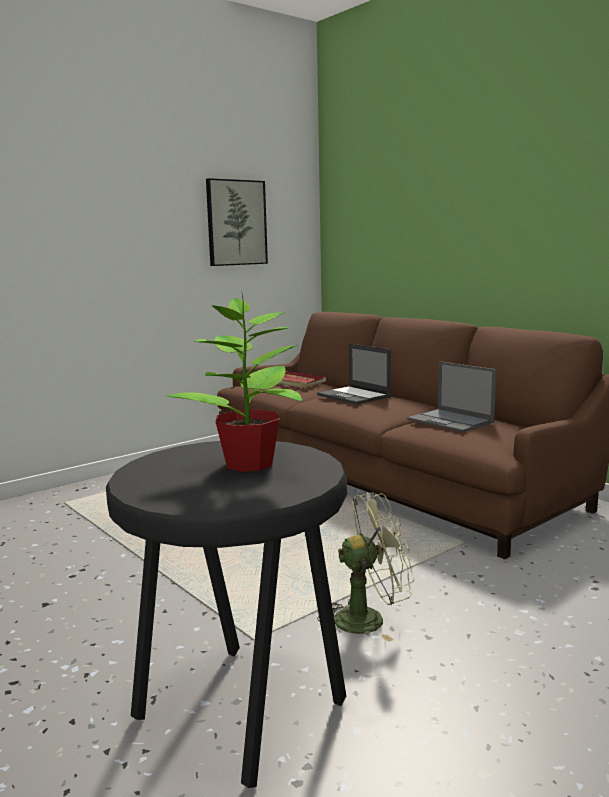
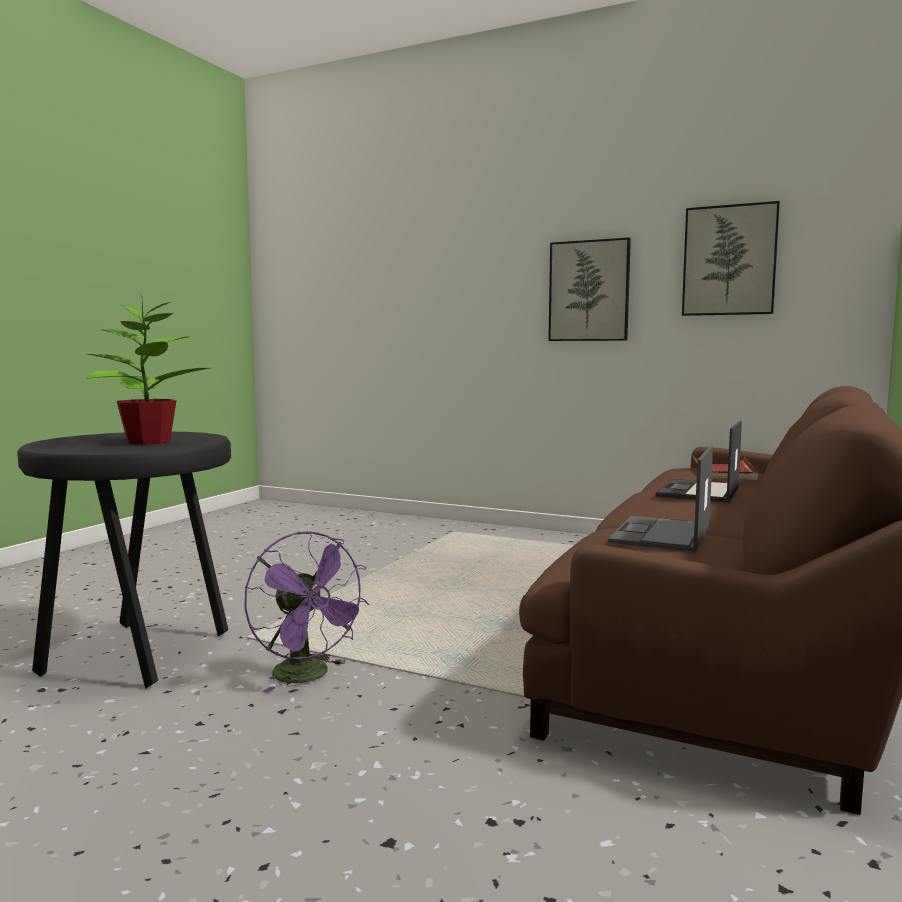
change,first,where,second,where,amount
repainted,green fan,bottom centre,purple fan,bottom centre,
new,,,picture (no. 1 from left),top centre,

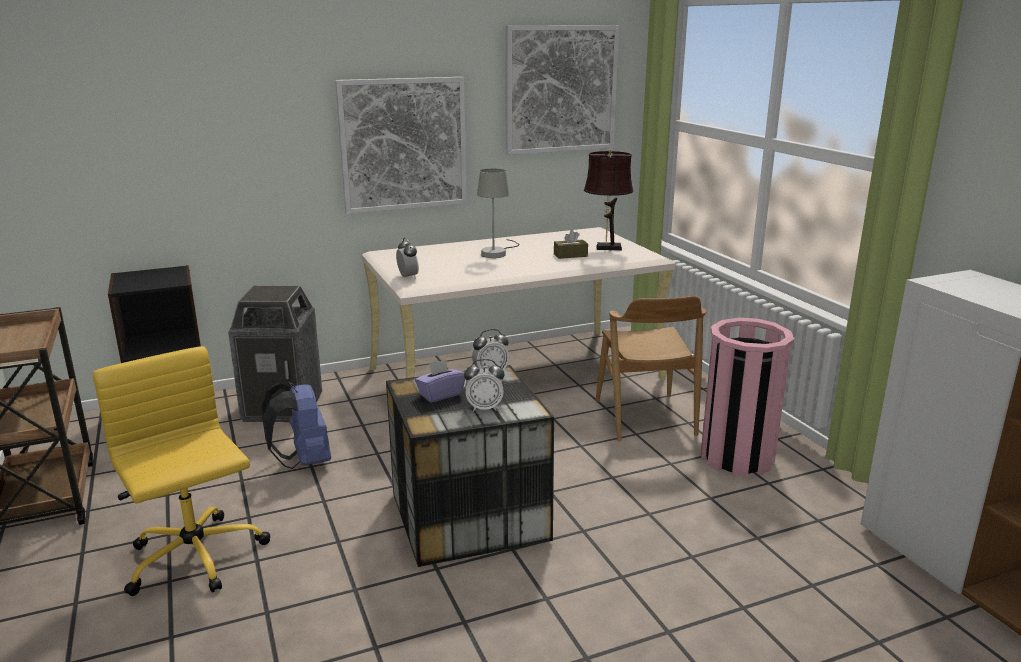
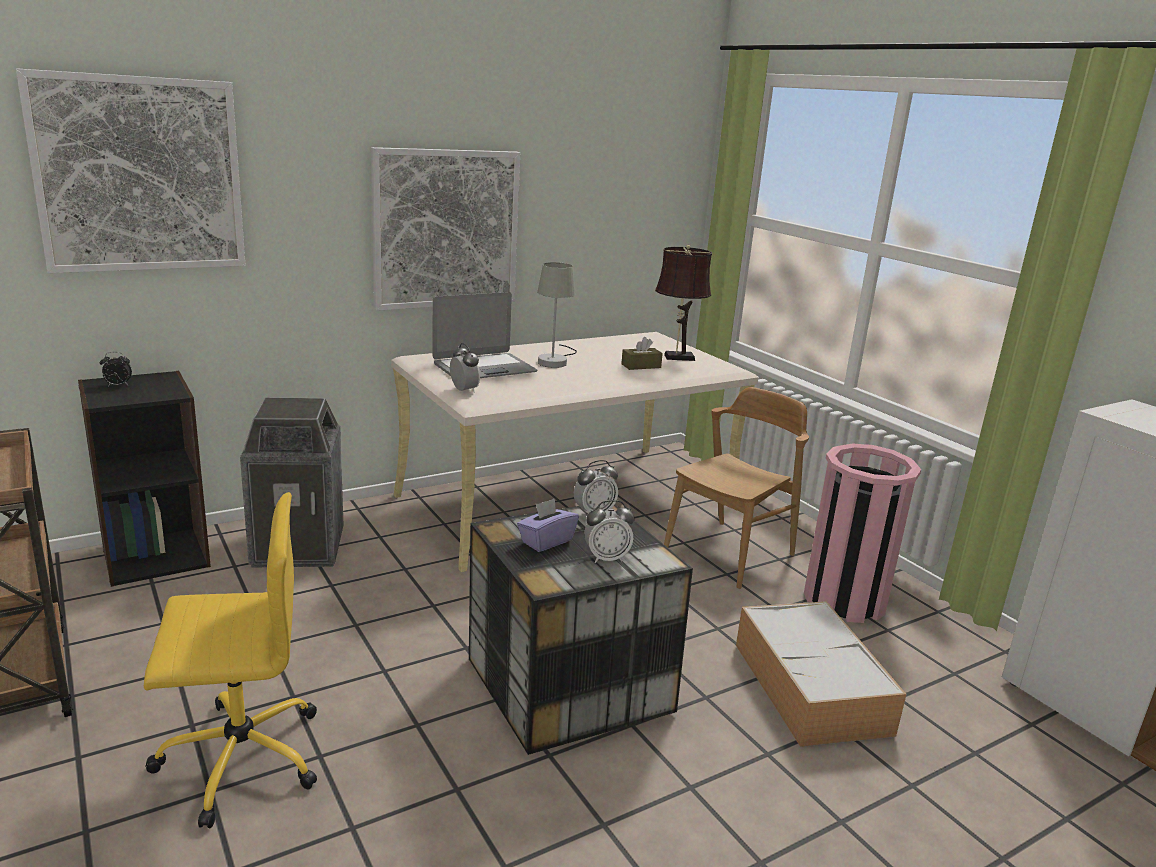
change,first,where,second,where,amount
shifted,picture (no. 2 from left in the first image),top centre,picture (no. 1 from left),top left,
rotated,brown chair,centre,,centre,120 degrees counterclockwise
rotated,yellow office chair,bottom left,,bottom left,120 degrees clockwise
gone,blue backpack,middle left,,,
new,,,laptop,centre,
new,,,alarm clock (no. 1 from left),middle left,
new,,,storage box (no. 2 from left),bottom right,

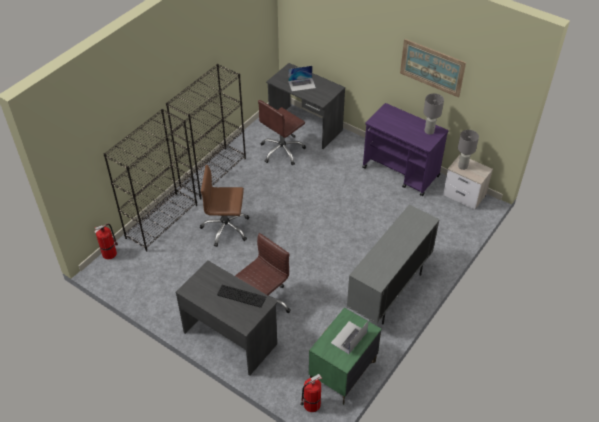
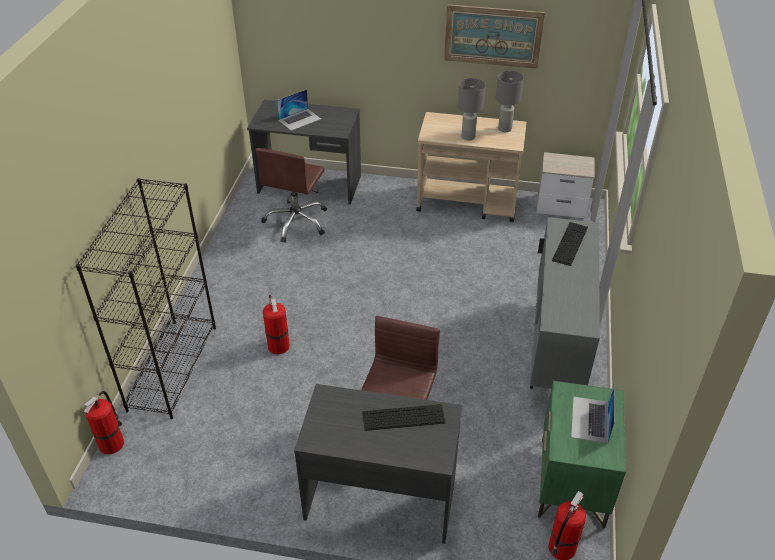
change,first,where,second,where,amount
gone,black bookcase (no. 2 from left),top centre,,,
repainted,purple cart,middle right,beige cart,top centre,
shifted,grey table lamp (no. 2 from left in the first image),middle right,grey table lamp (no. 1 from left),top centre,
swapped,brown office chair (no. 1 from left),centre,fire extinguisher (no. 2 from left),centre,
new,,,keyboard (no. 2 from left),middle right,

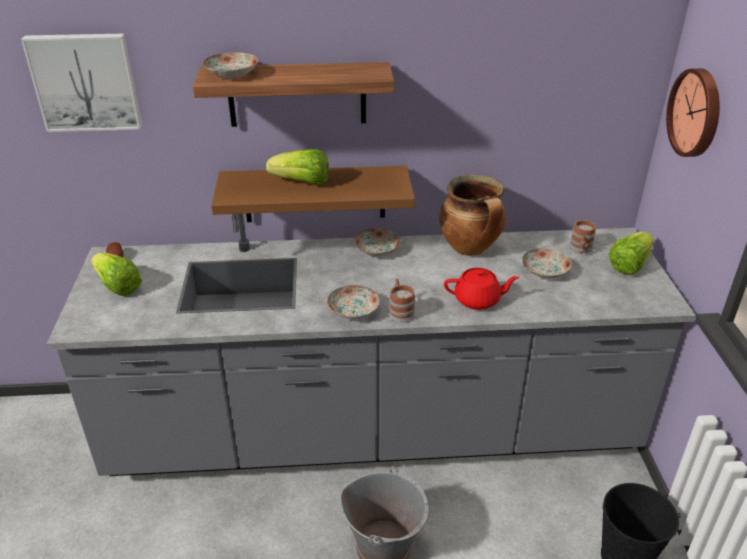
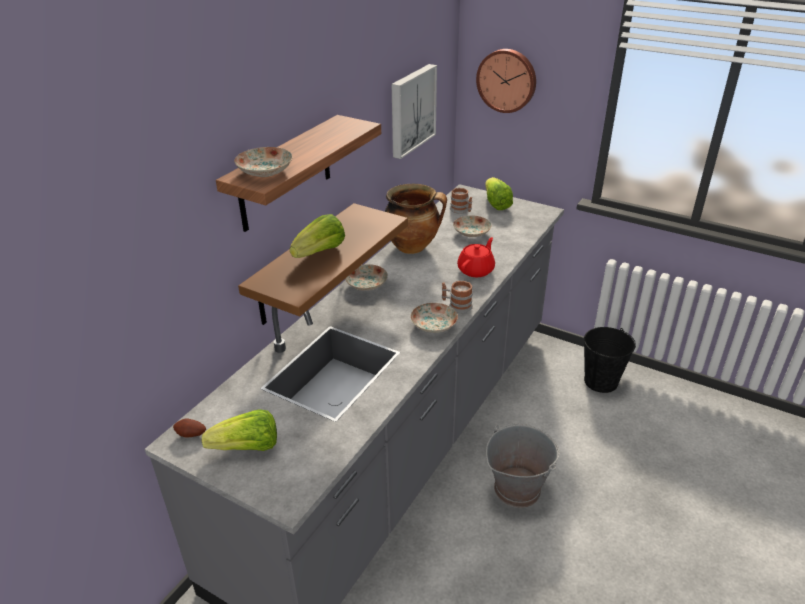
change,first,where,second,where,amount
shifted,picture,top left,,top centre,

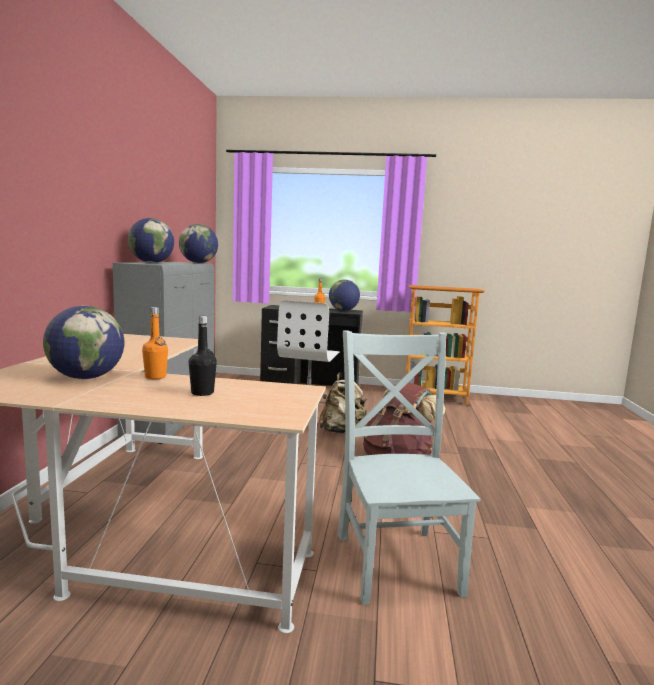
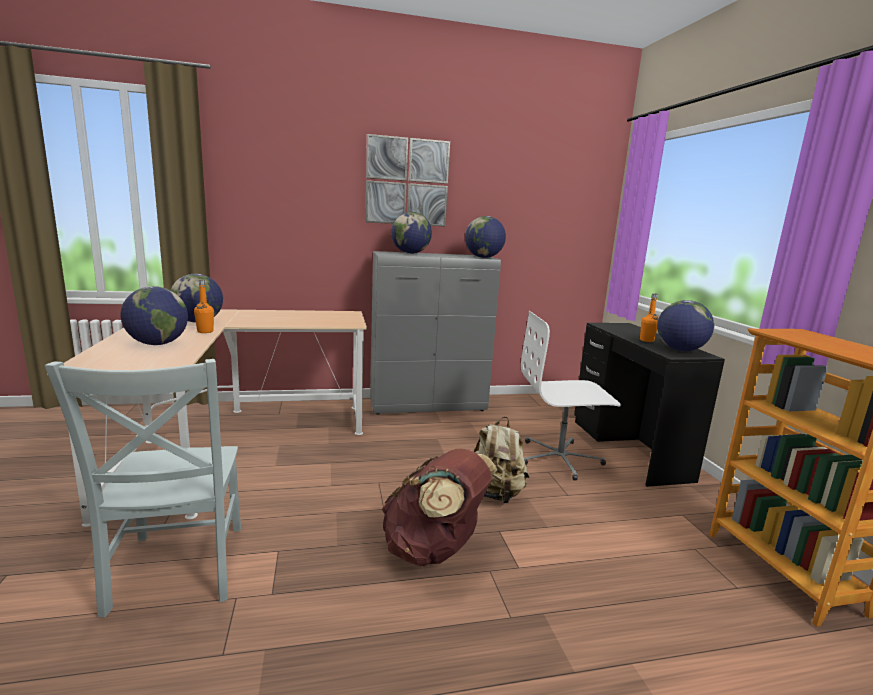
change,first,where,second,where,amount
swapped,black bottle,middle left,globe (no. 1 from left),middle left,
rotated,grey chair,bottom centre,,bottom left,105 degrees clockwise
new,,,picture,top centre,

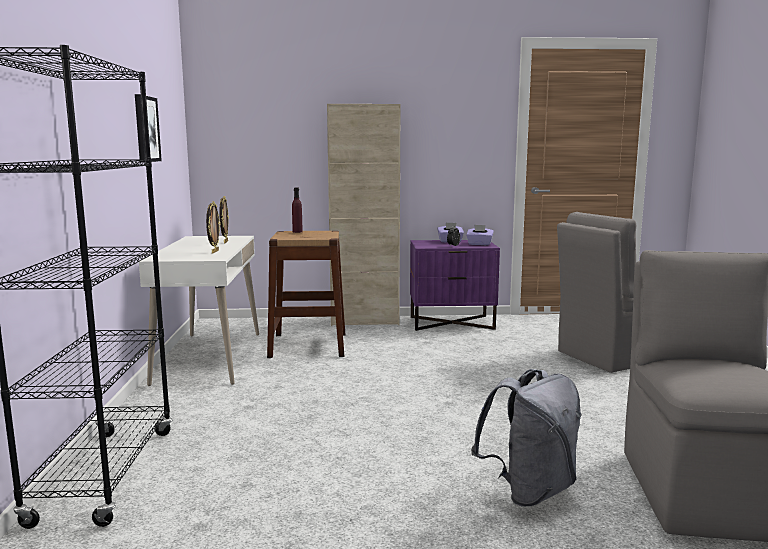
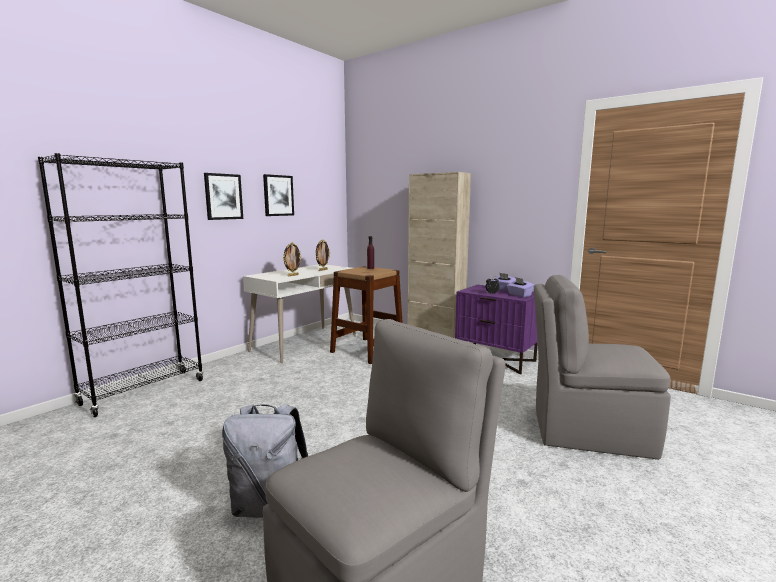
change,first,where,second,where,amount
new,,,picture (no. 1 from left),middle left,

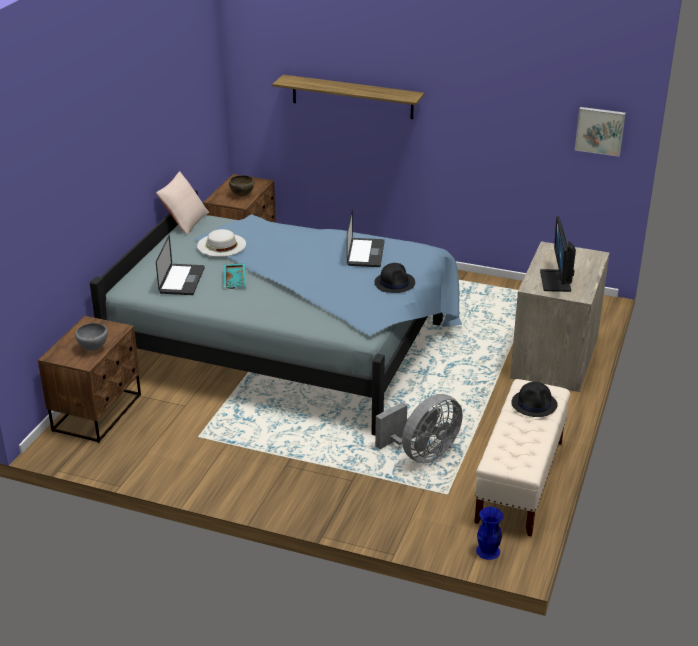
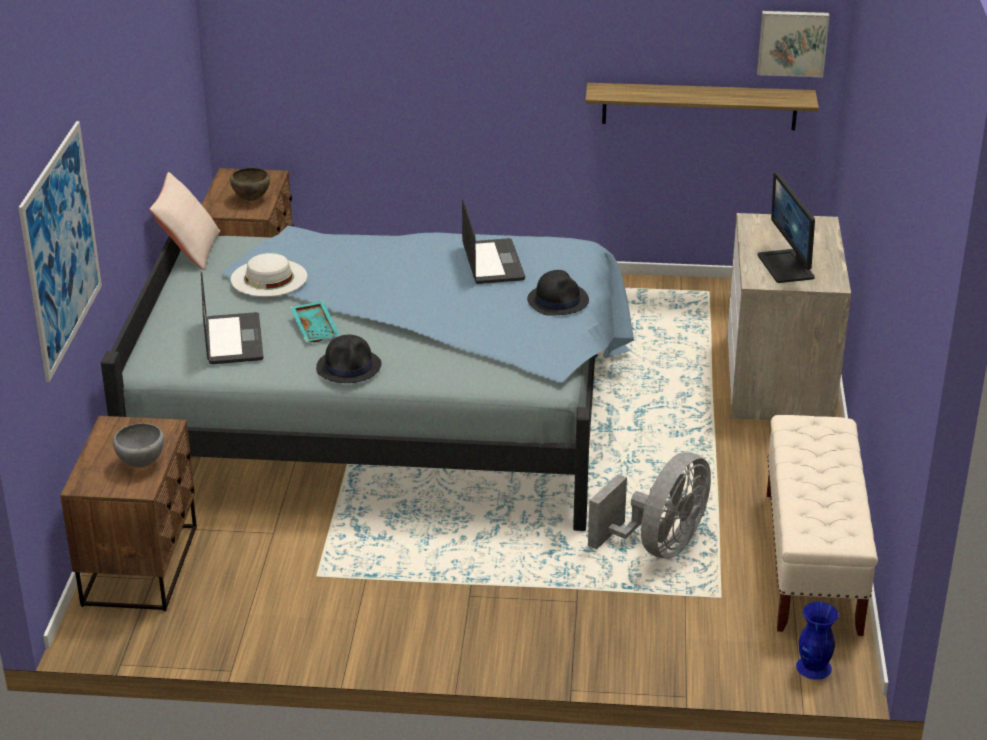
change,first,where,second,where,amount
shifted,shelf,top centre,,top right,
shifted,black hat (no. 2 from left in the first image),middle right,black hat (no. 1 from left),centre,
new,,,picture (no. 1 from left),middle left,

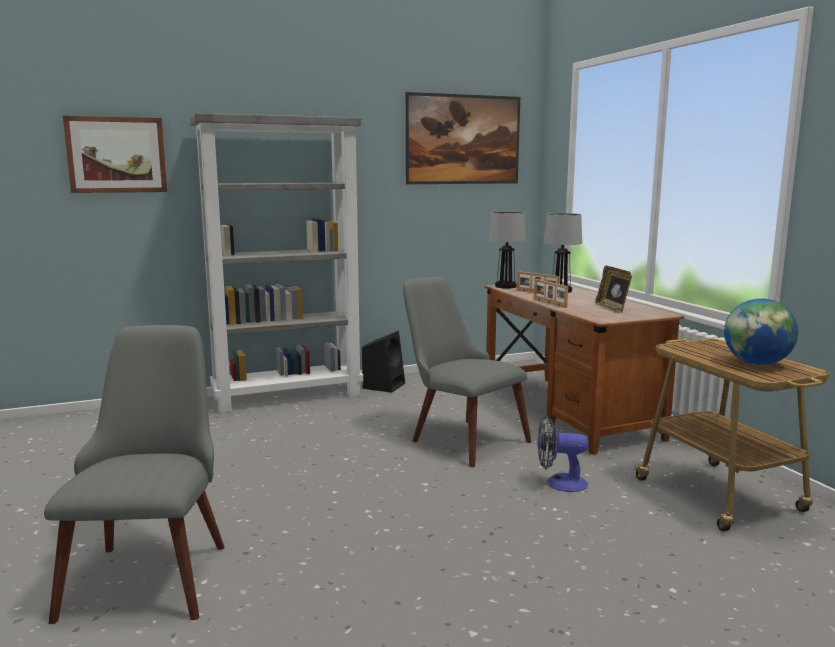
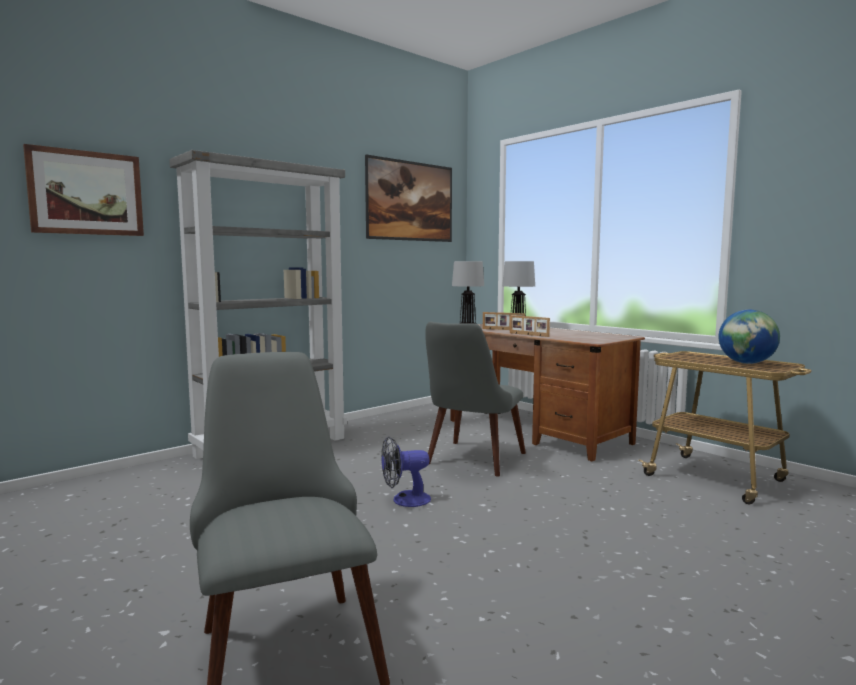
change,first,where,second,where,amount
gone,picture frame (no. 3 from left),middle right,,,
rotated,grey chair (no. 2 from left),centre,,centre,90 degrees counterclockwise
gone,black speaker,centre,,,
shifted,fan,bottom right,,bottom centre,

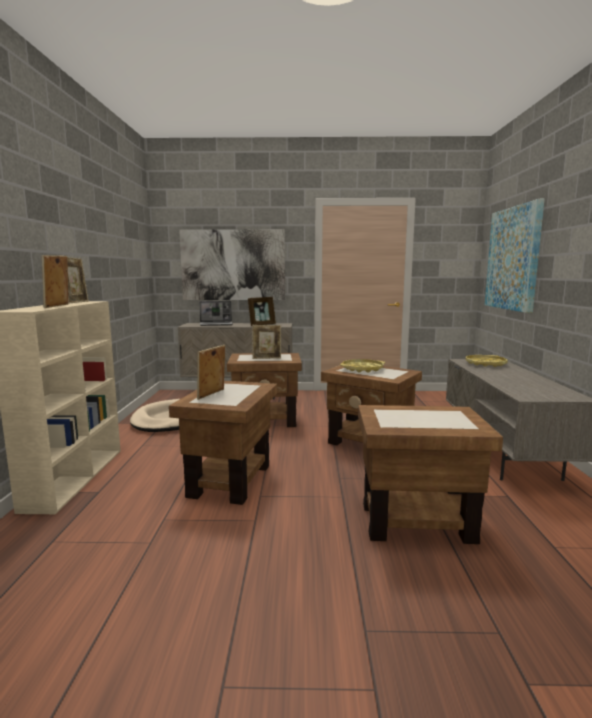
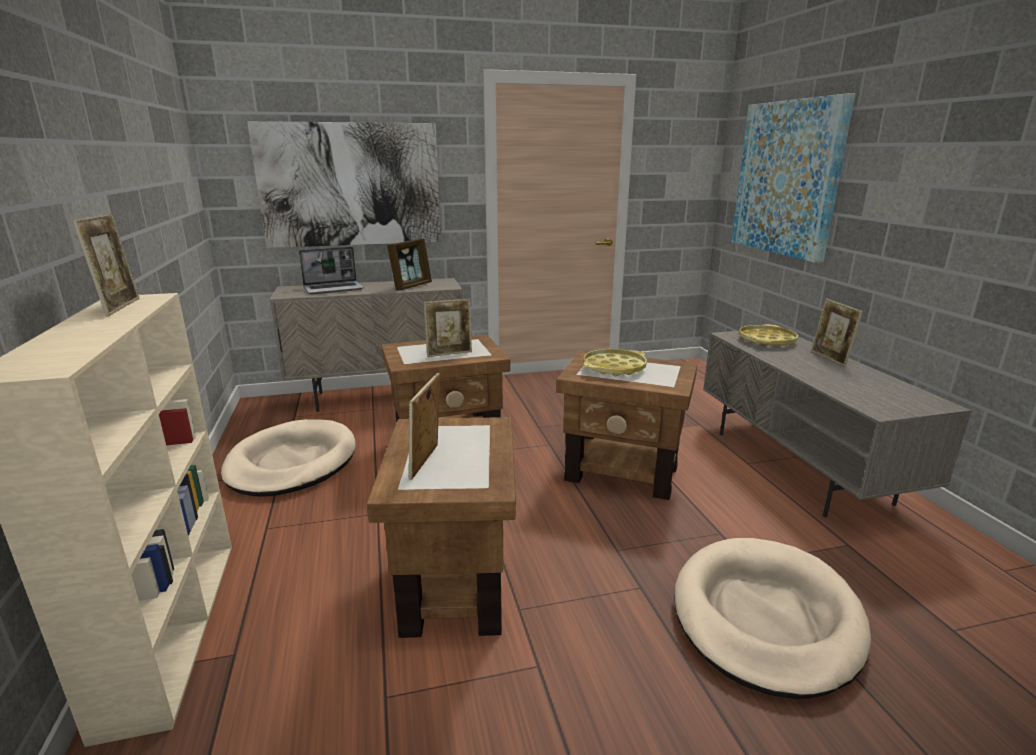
change,first,where,second,where,amount
shifted,picture frame (no. 1 from left in the first image),middle left,picture frame (no. 5 from left),middle right,
swapped,brown side table (no. 4 from left),middle right,beige dog bed (no. 2 from left),bottom right,

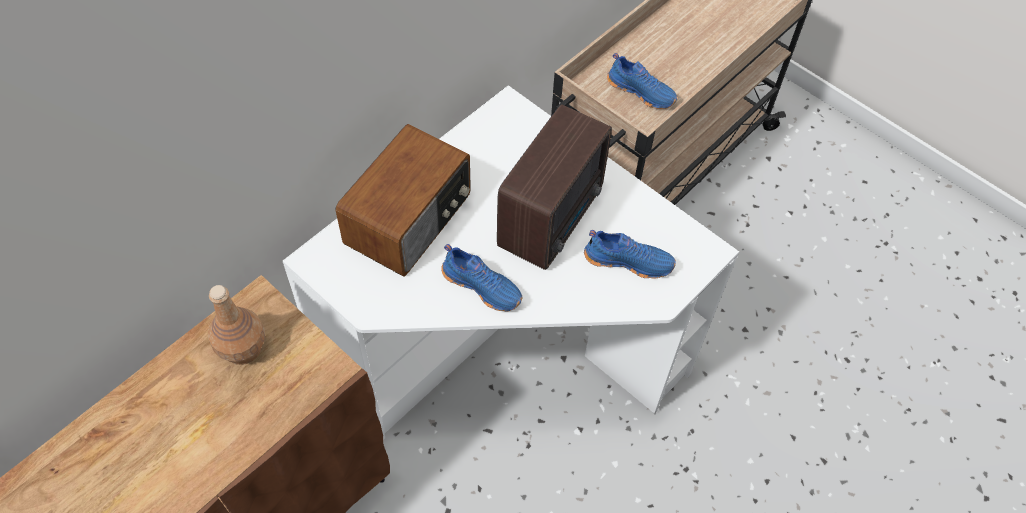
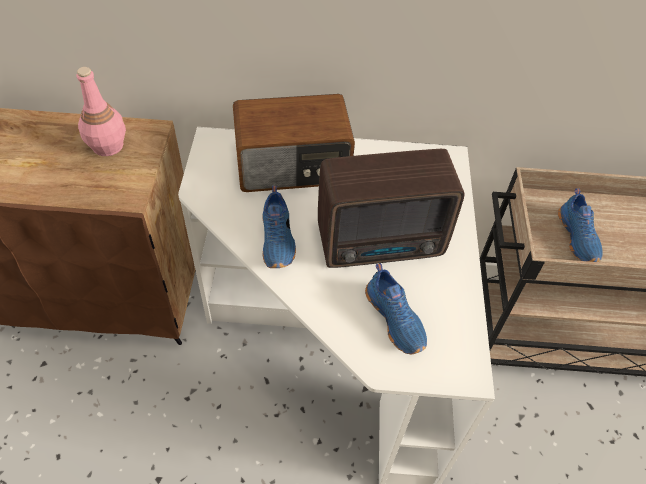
change,first,where,second,where,amount
repainted,brown bottle,middle left,pink bottle,top left,

